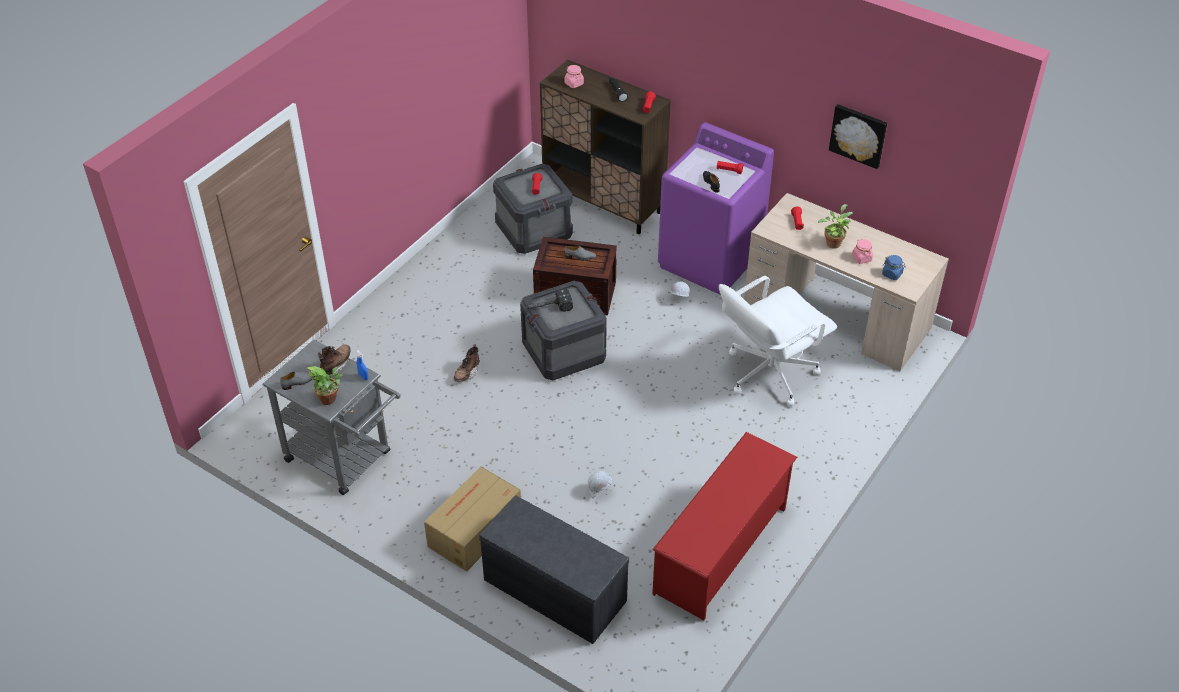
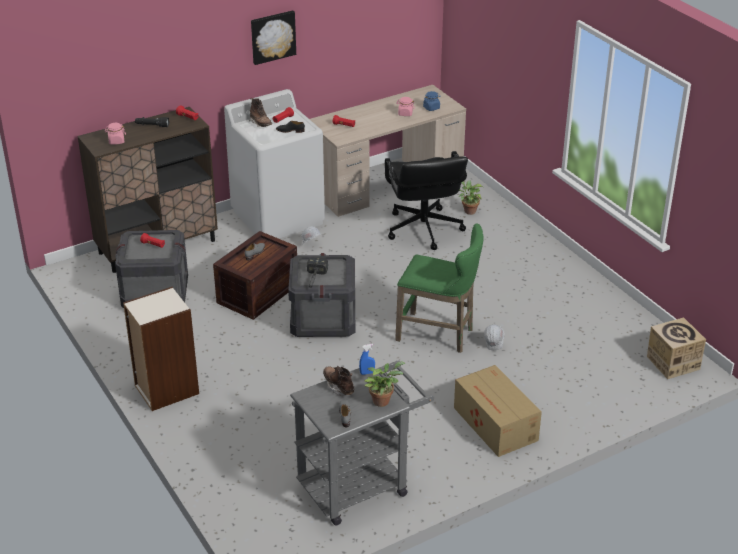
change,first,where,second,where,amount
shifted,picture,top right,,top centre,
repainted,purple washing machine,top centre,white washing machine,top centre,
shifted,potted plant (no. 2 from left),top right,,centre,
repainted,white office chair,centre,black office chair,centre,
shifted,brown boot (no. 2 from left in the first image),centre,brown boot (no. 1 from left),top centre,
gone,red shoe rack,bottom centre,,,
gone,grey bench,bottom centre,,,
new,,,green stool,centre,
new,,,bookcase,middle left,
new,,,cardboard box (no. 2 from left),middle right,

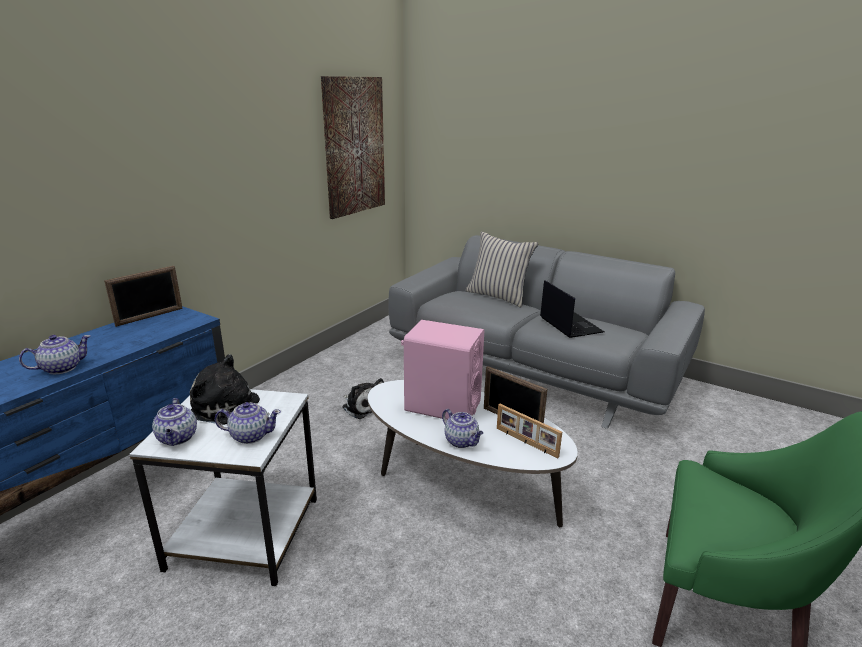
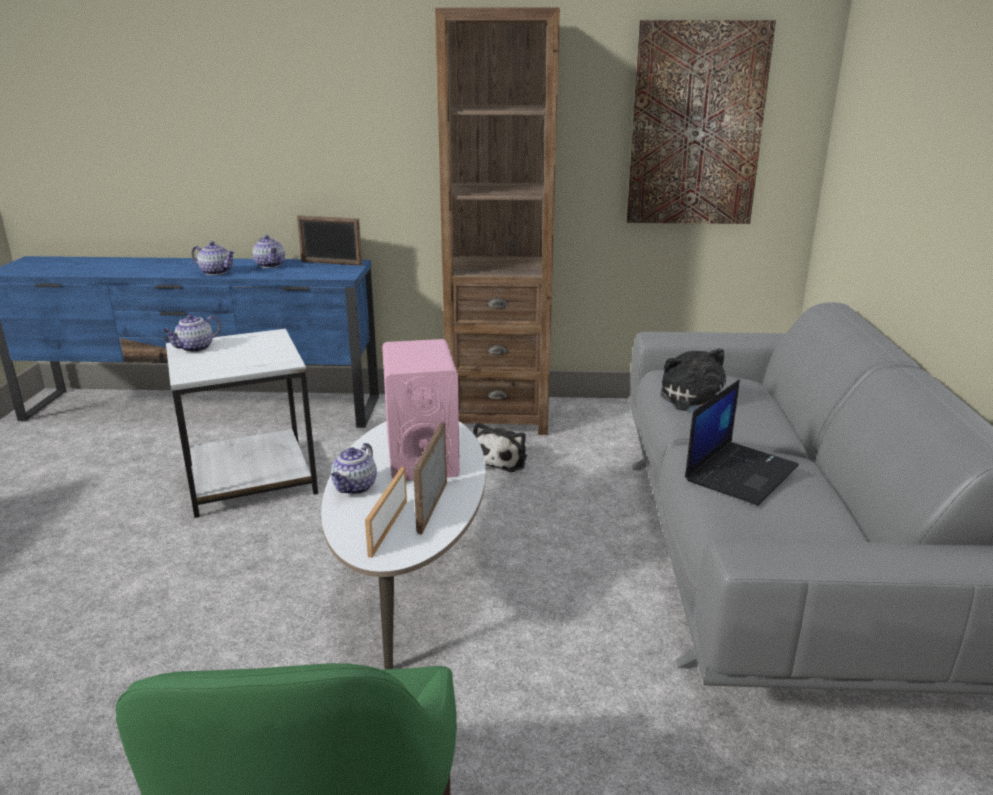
change,first,where,second,where,amount
gone,beige pillow,centre,,,
shifted,plush toy (no. 1 from left in the first image),middle left,plush toy (no. 2 from left),middle right,
shifted,teapot (no. 3 from left),middle left,,top left,
new,,,brown bookcase,top centre,

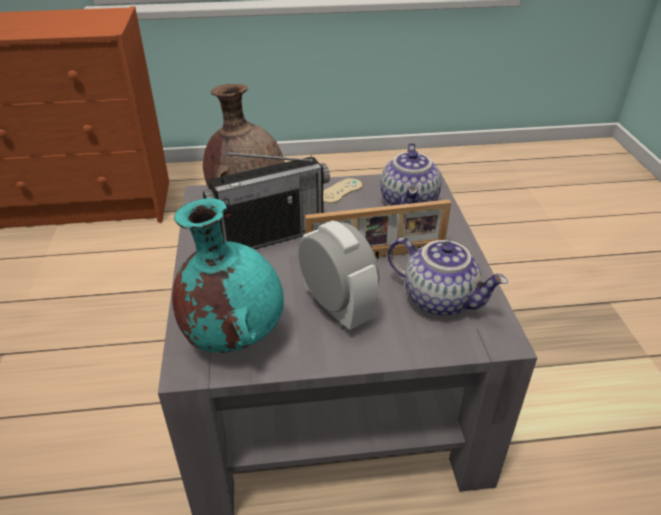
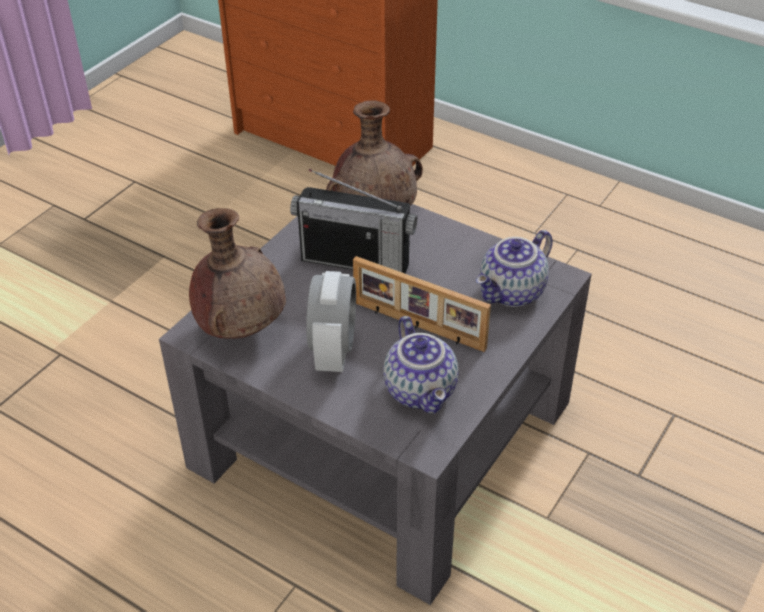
change,first,where,second,where,amount
gone,beige game controller,centre,,,
repainted,turquoise vase,centre,brown vase (no. 1 from left),middle left,

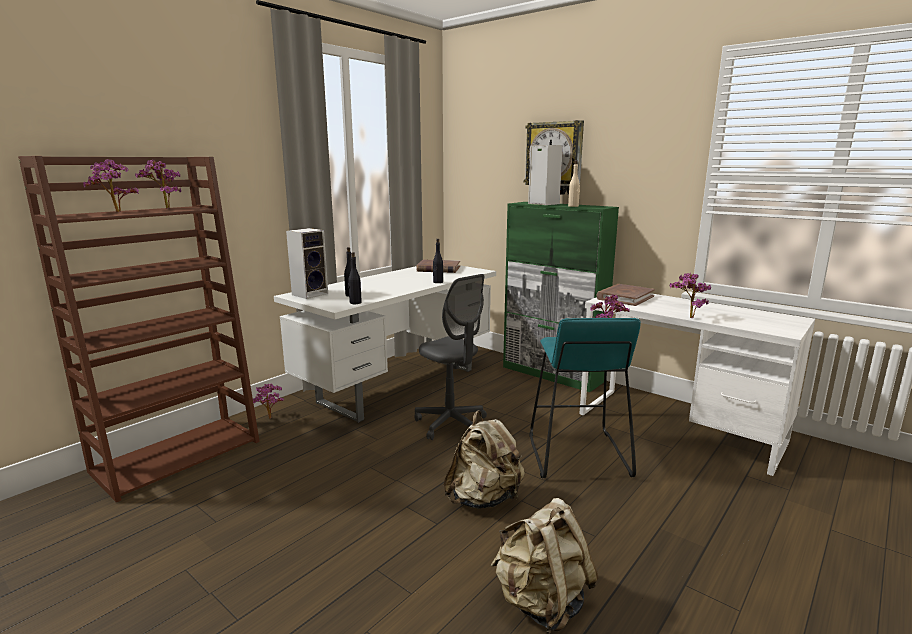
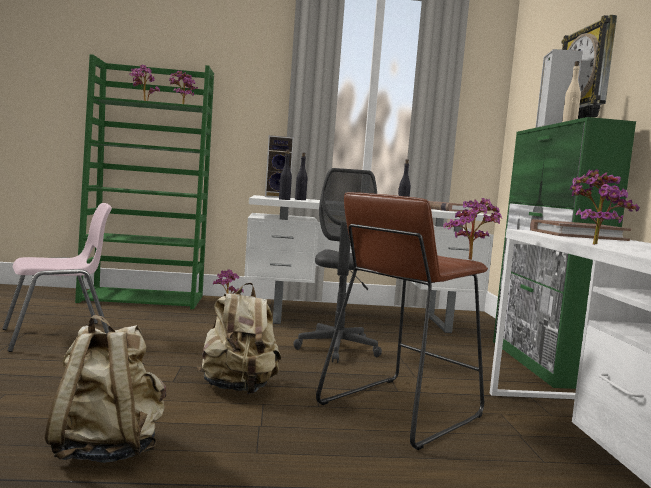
change,first,where,second,where,amount
repainted,brown bookcase,middle left,green bookcase,middle left,
repainted,turquoise stool,centre,brown stool,centre,
new,,,pink chair,middle left,

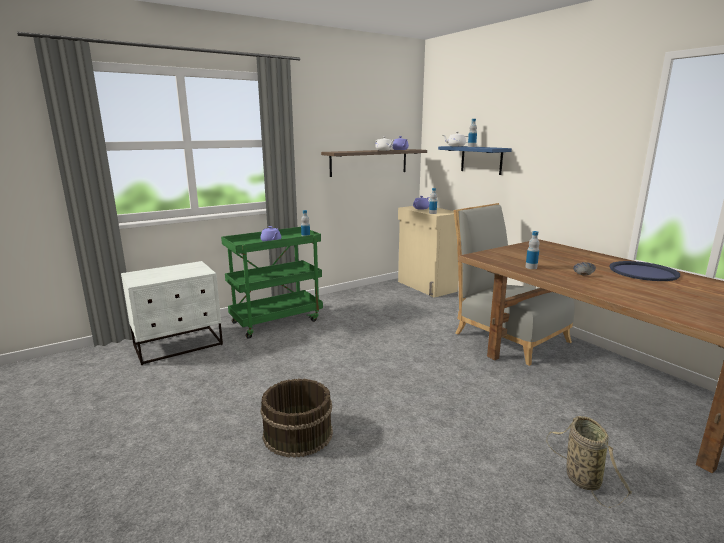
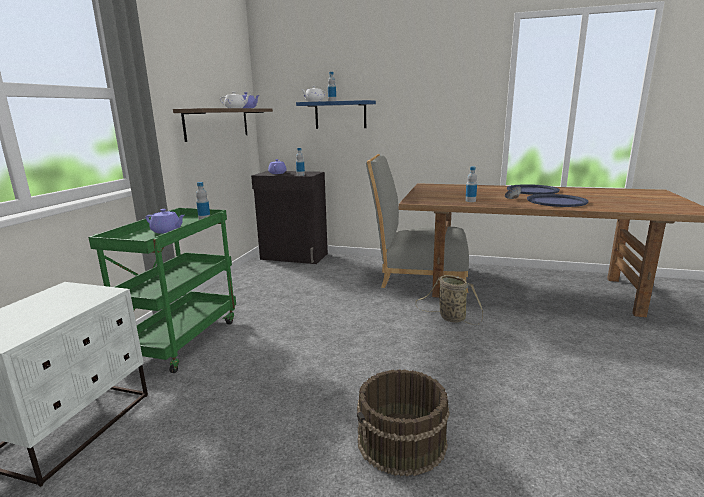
change,first,where,second,where,amount
repainted,beige cabinet,centre,black cabinet,centre,
shifted,basket,bottom right,,centre,
new,,,blue tray (no. 2 from left),middle right,

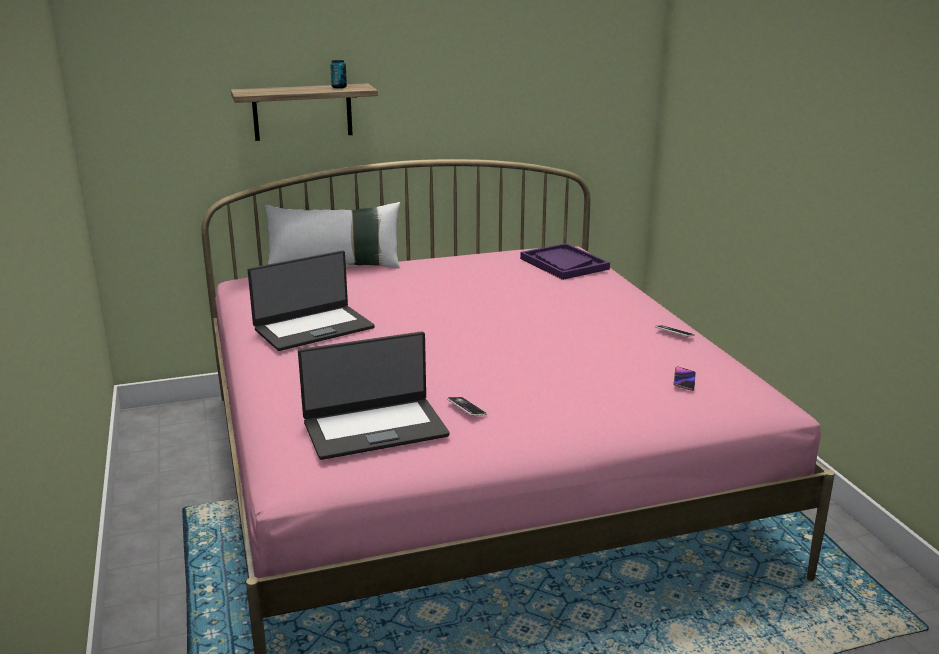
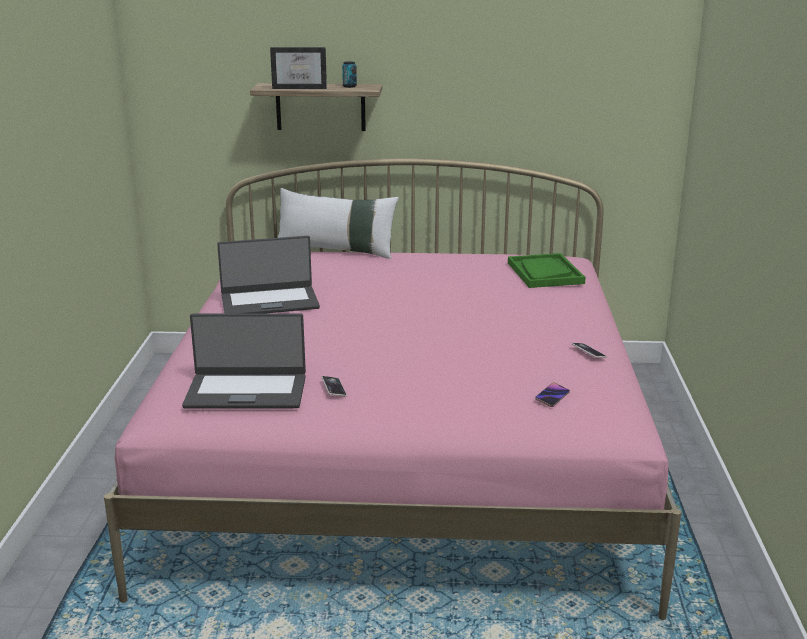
change,first,where,second,where,amount
repainted,purple tray,centre,green tray,middle right,
new,,,picture frame,top centre,

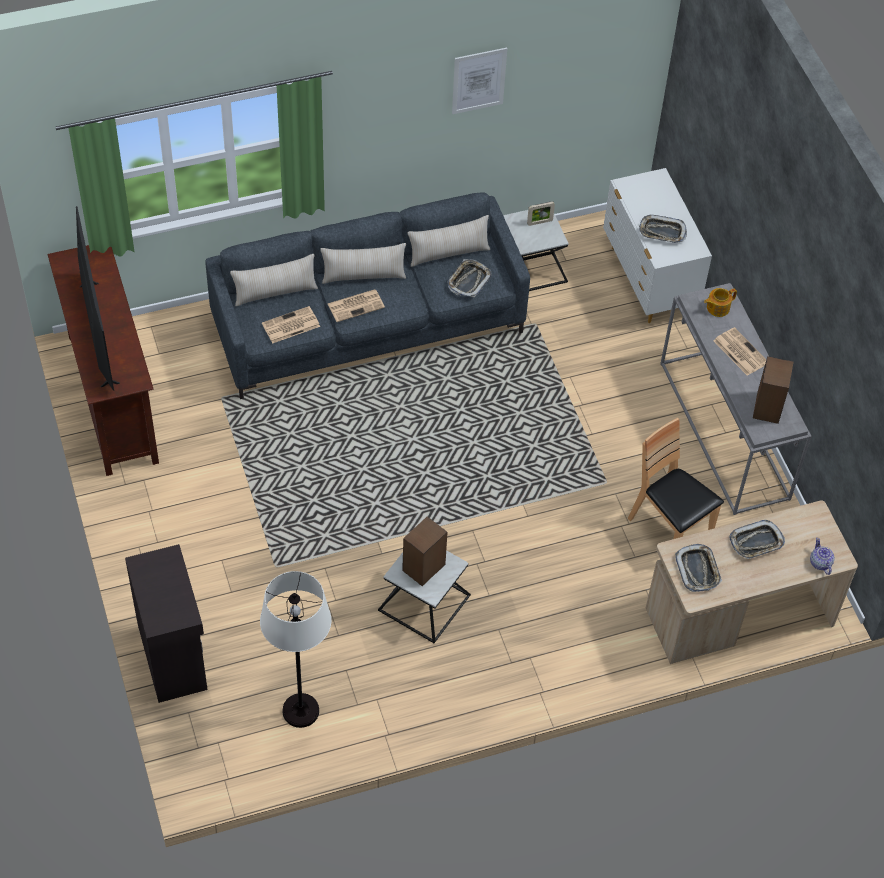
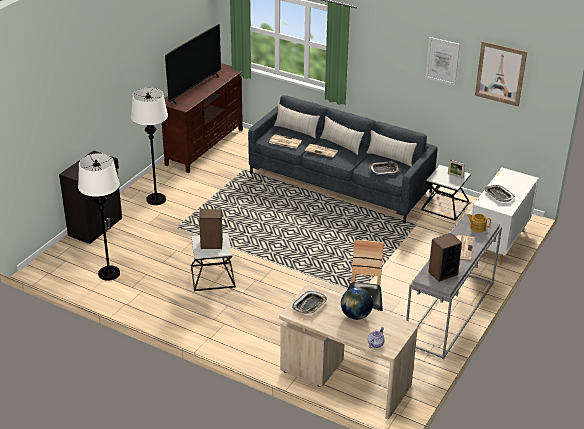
change,first,where,second,where,amount
swapped,tray (no. 4 from left),middle right,globe,bottom centre,
new,,,picture (no. 2 from left),top right,
new,,,white floor lamp (no. 2 from left),middle left,

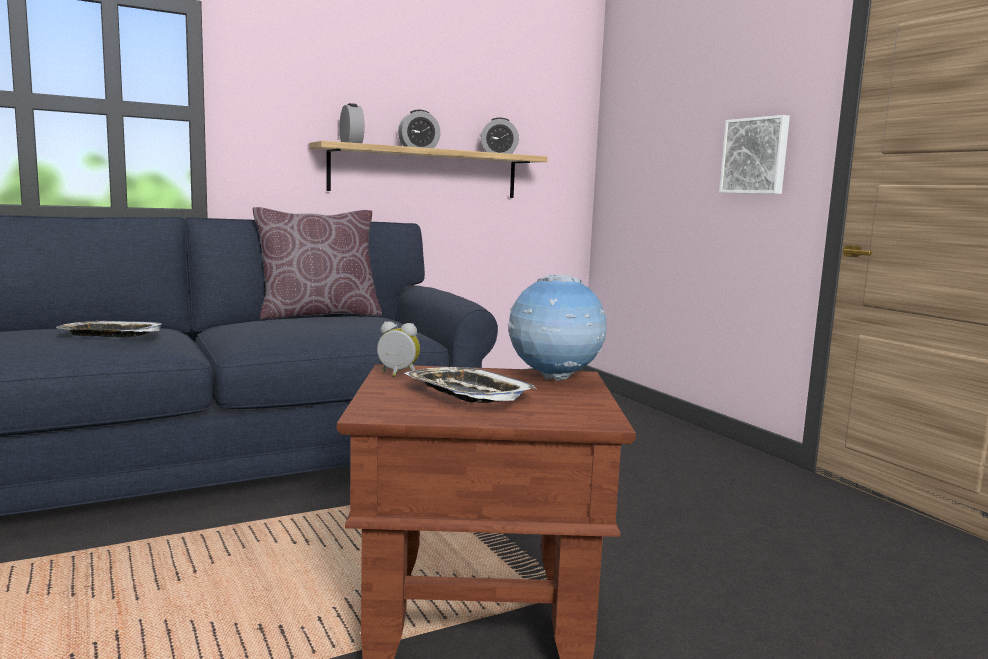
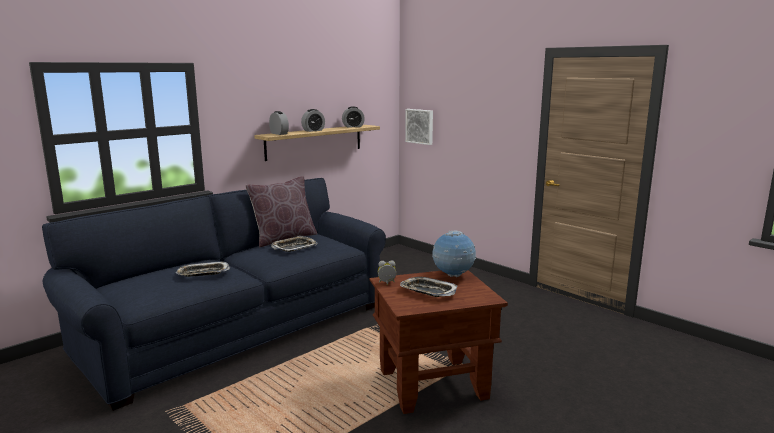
change,first,where,second,where,amount
shifted,picture,top right,,top centre,
new,,,tray (no. 2 from left),centre,

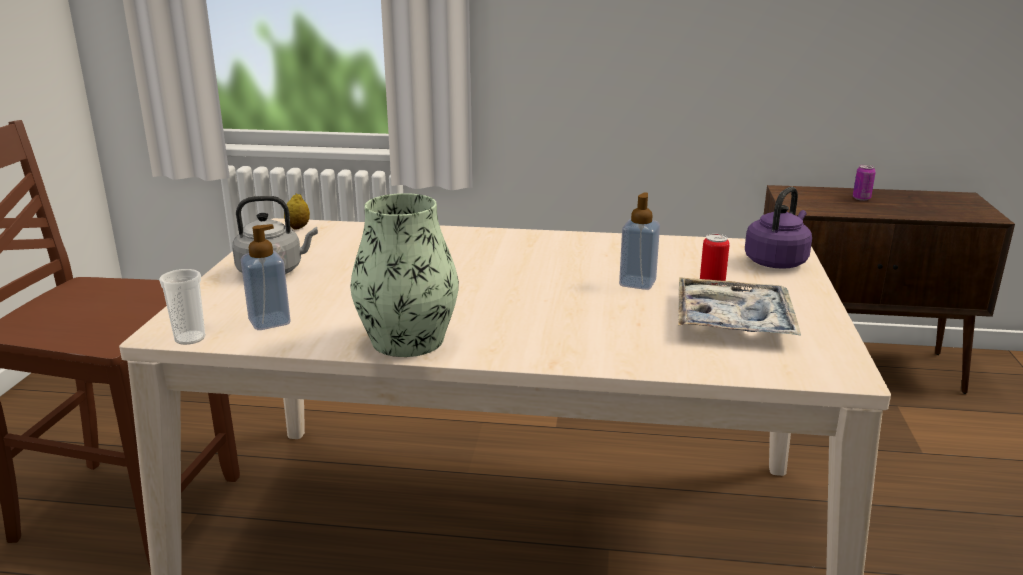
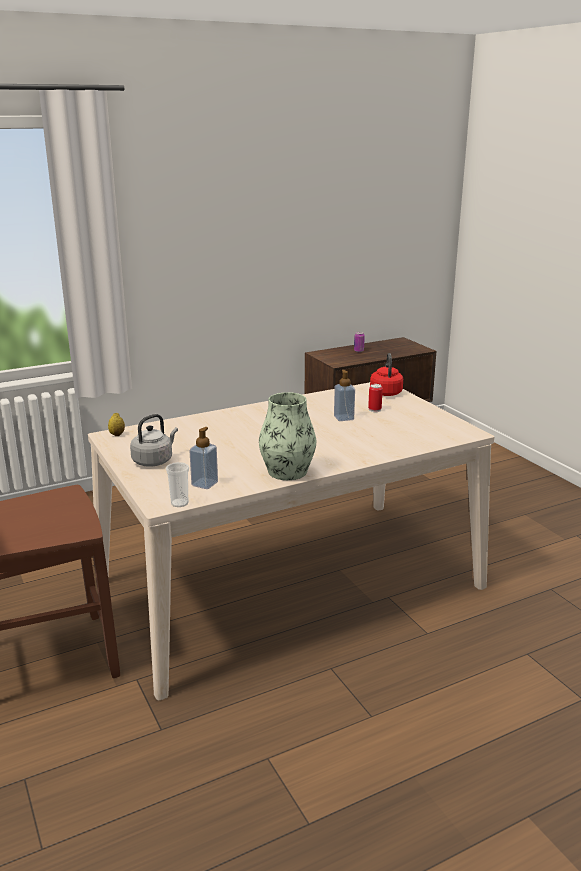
change,first,where,second,where,amount
repainted,purple kettle,middle right,red kettle,centre,
gone,tray,middle right,,,

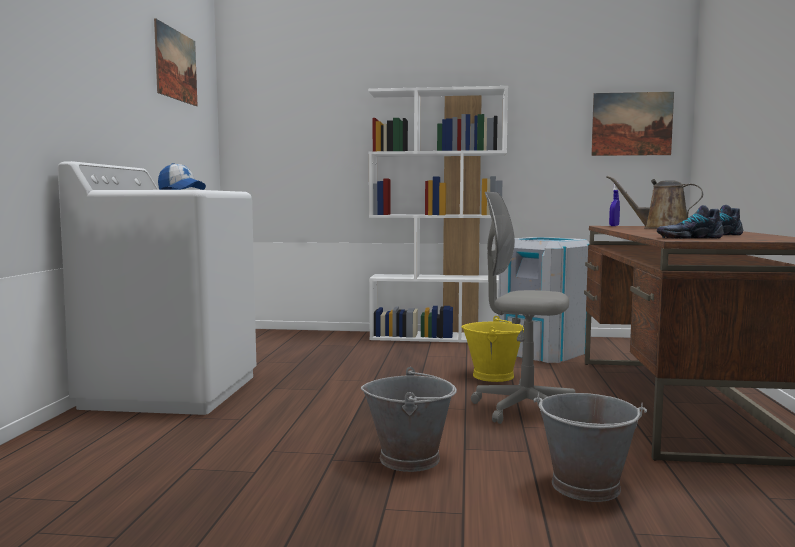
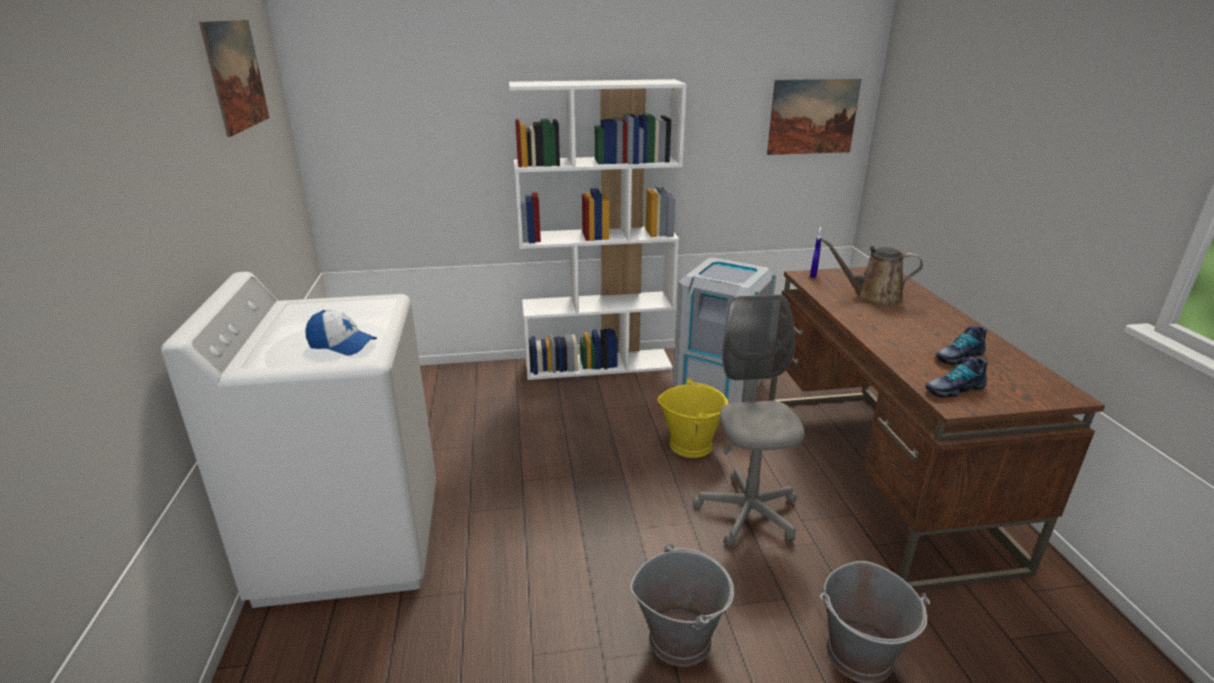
change,first,where,second,where,amount
rotated,grey office chair,centre,,centre,75 degrees clockwise

